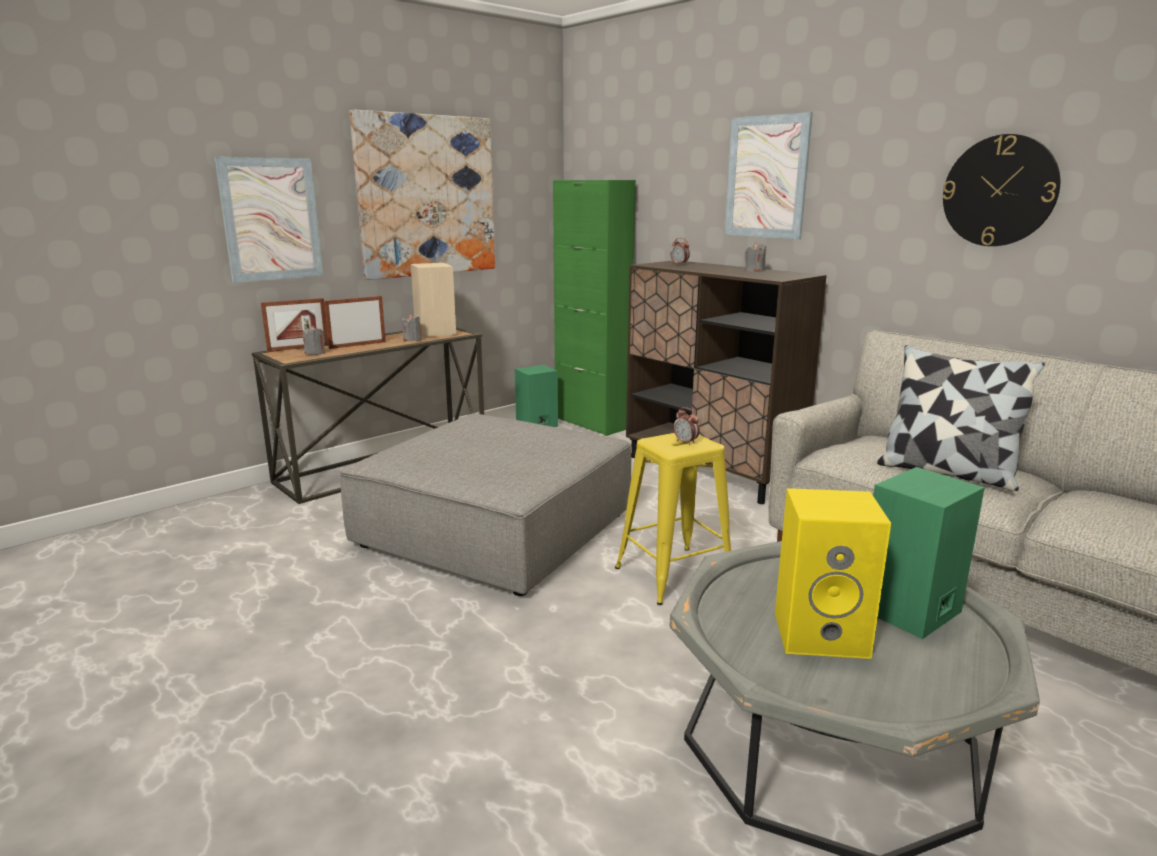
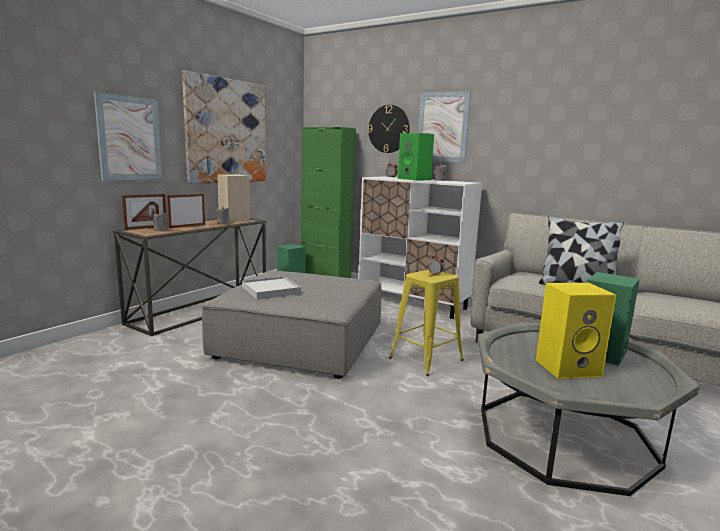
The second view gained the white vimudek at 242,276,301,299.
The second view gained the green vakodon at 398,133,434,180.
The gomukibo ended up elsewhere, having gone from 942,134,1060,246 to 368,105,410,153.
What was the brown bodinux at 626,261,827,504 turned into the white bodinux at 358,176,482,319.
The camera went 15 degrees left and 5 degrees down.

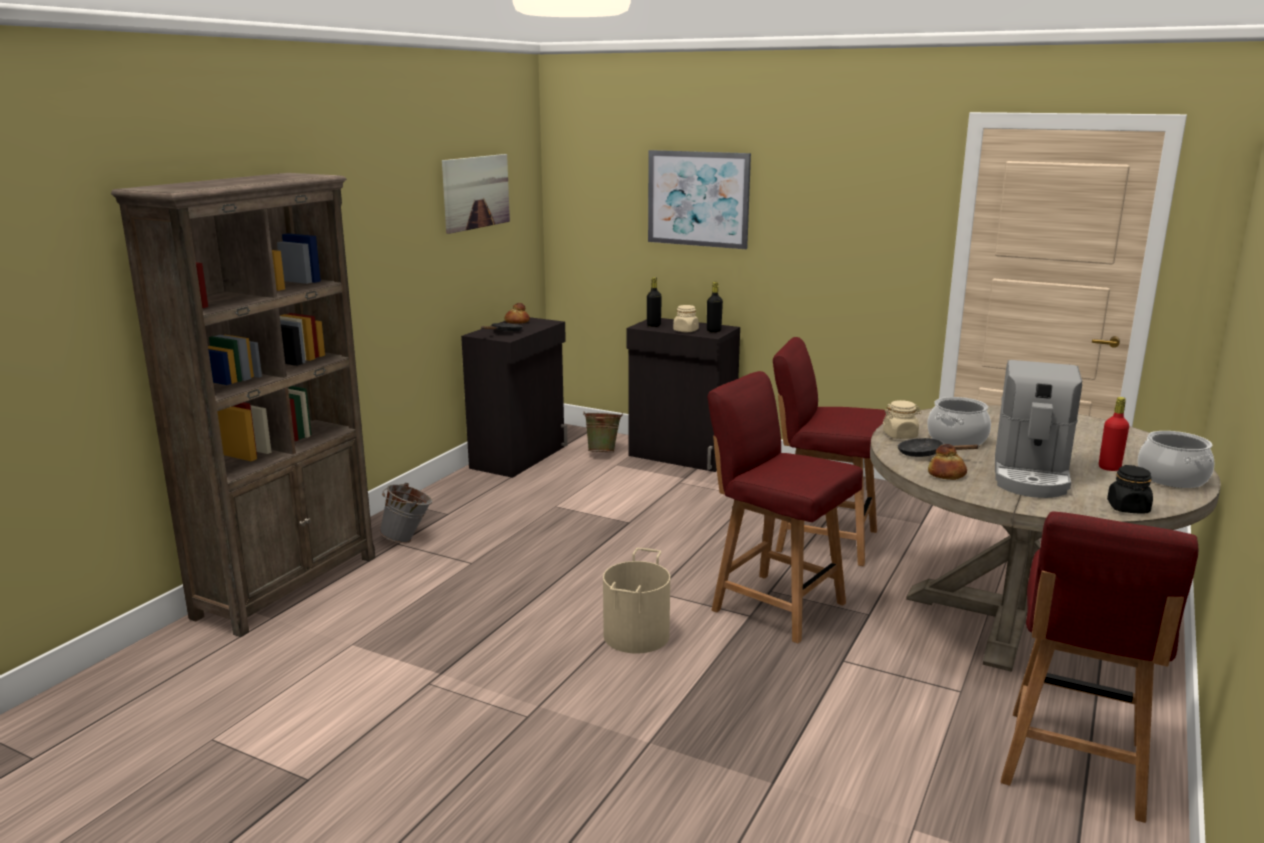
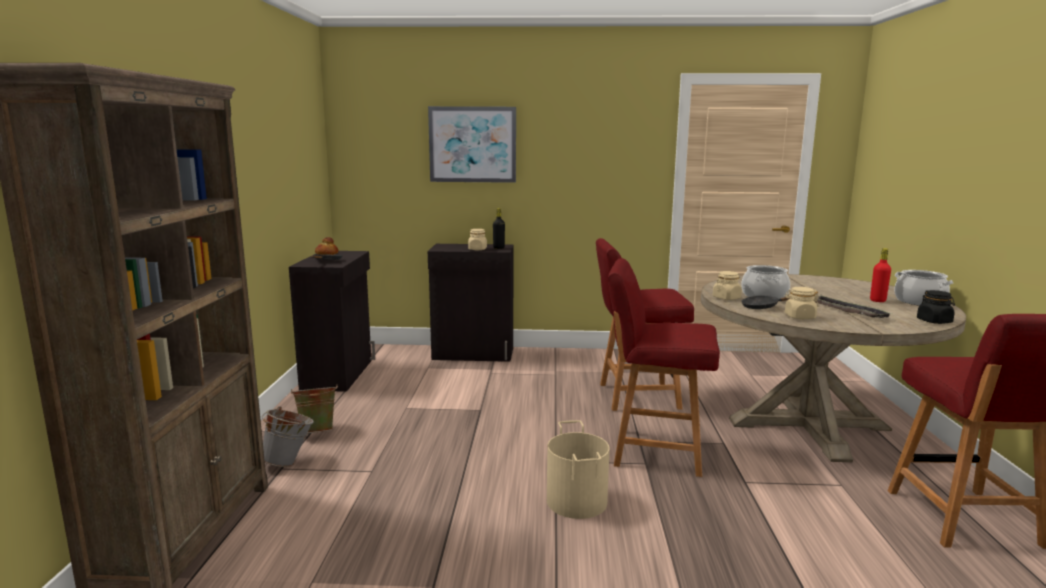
The second view lost the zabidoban at 442,154,510,234.
The second view lost the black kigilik at 647,277,662,327.
The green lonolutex ended up elsewhere, having gone from 583,412,623,452 to 291,386,338,433.
Where the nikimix stood at 928,444,967,480, the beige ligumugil came to stand at 785,287,819,319.
Where the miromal stood at 995,360,1082,498, the vimudek came to stand at 815,295,893,318.
The camera went 25 degrees left and 5 degrees down.

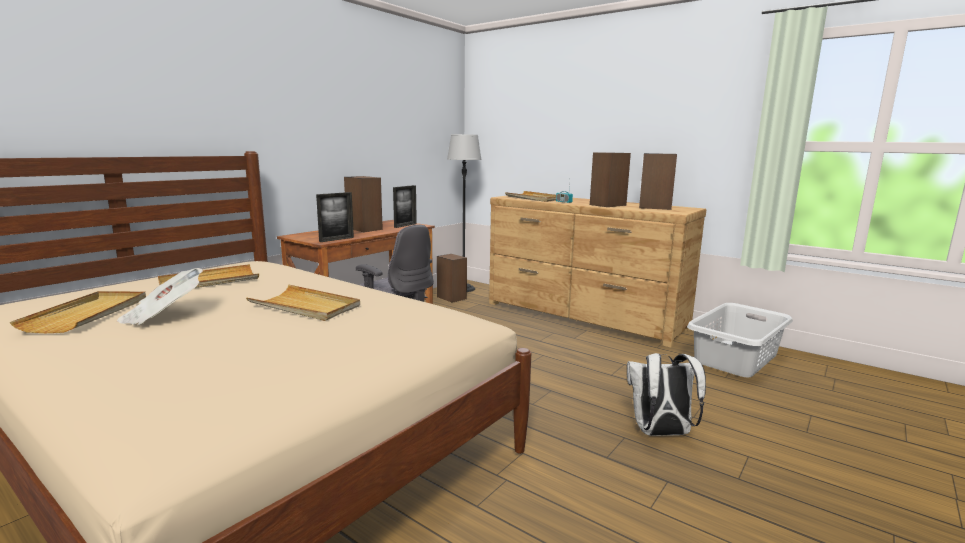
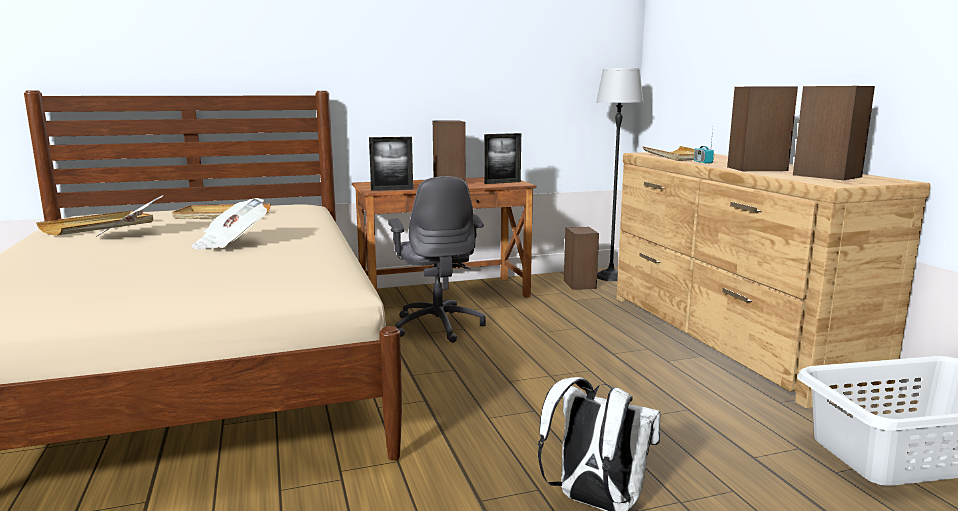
Where the beige vimudek stood at 246,284,360,321, the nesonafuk came to stand at 191,198,267,250.
The camera went 35 degrees right and 0 degrees up.

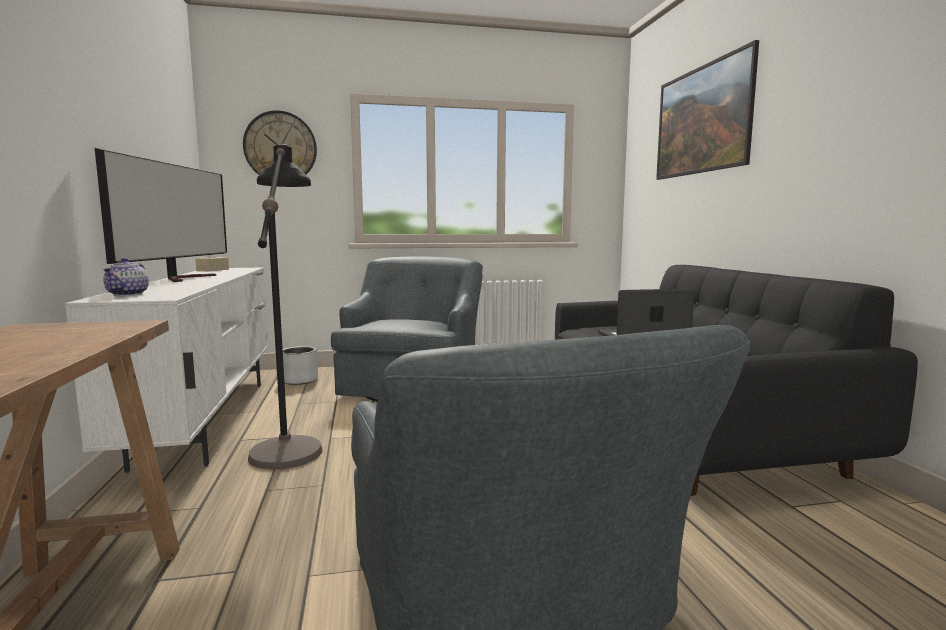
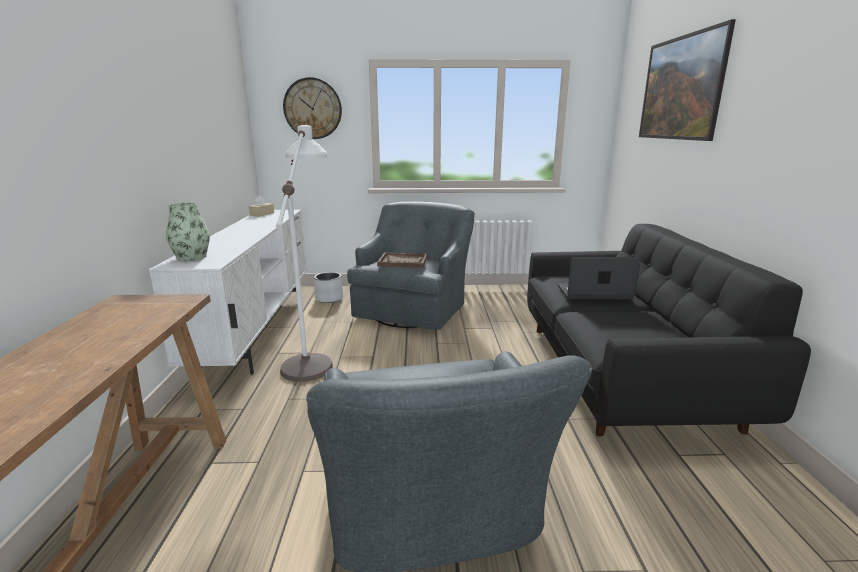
The second view lost the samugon at 95,148,227,282.
The second view gained the brown vimudek at 377,253,427,268.
Where the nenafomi stood at 103,258,149,296, the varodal came to stand at 166,203,210,261.
What was the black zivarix at 248,144,322,470 turned into the white zivarix at 276,125,333,382.
The camera went 10 degrees right and 10 degrees up.

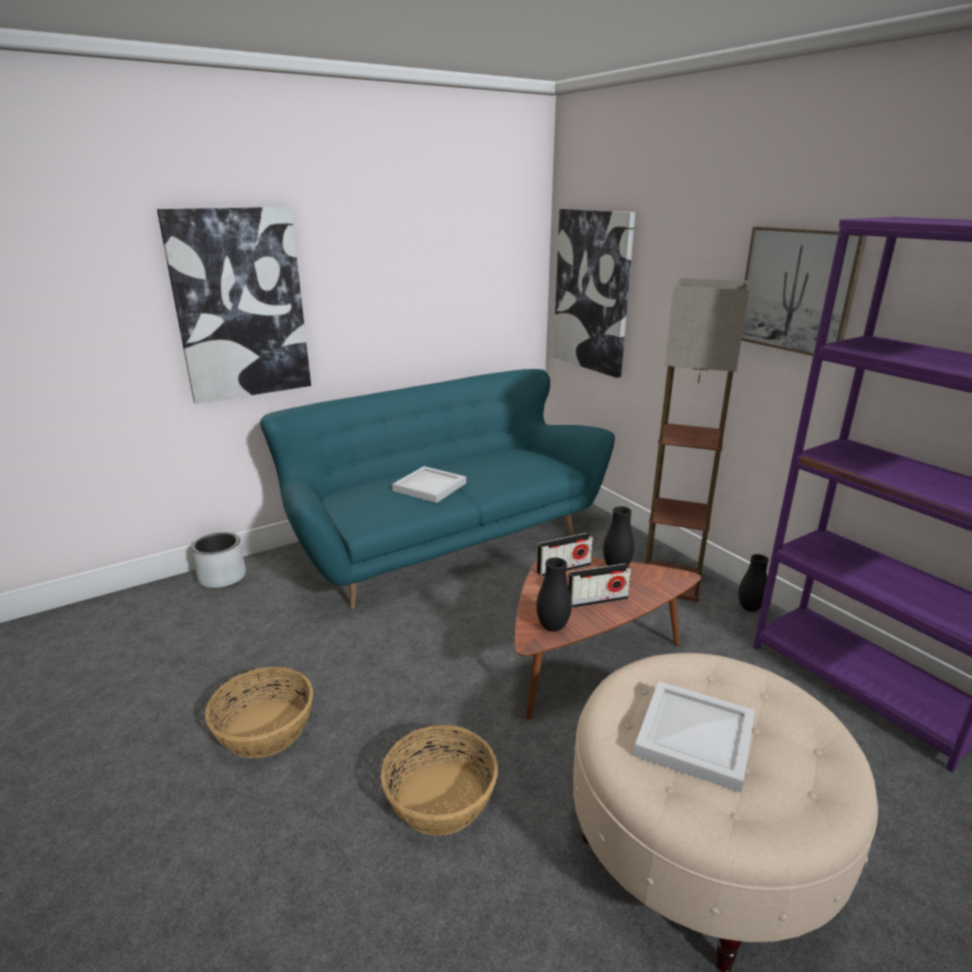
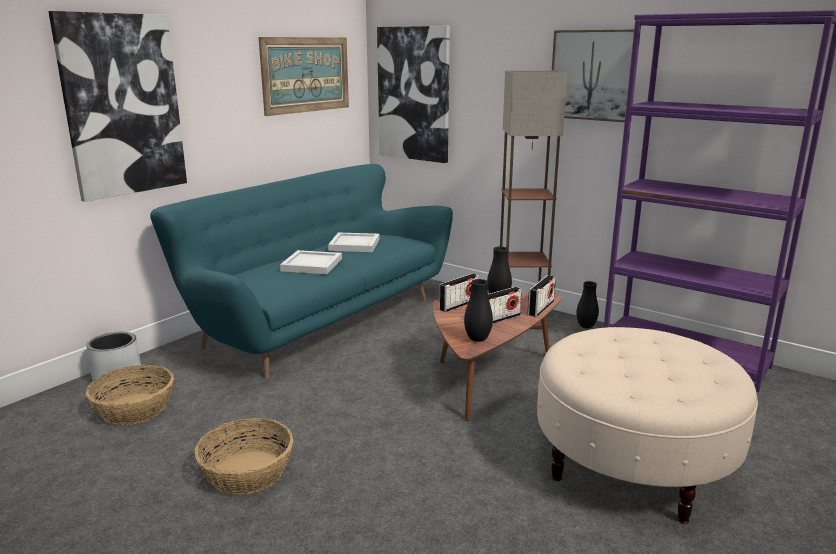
The second view gained the zabidoban at 259,37,349,116.
The second view gained the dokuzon at 528,275,556,317.
The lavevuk ended up elsewhere, having gone from 381,725,498,836 to 86,365,174,425.
The white vimudek ended up elsewhere, having gone from 634,681,755,793 to 328,233,380,252.
The camera went 20 degrees left and 5 degrees down.

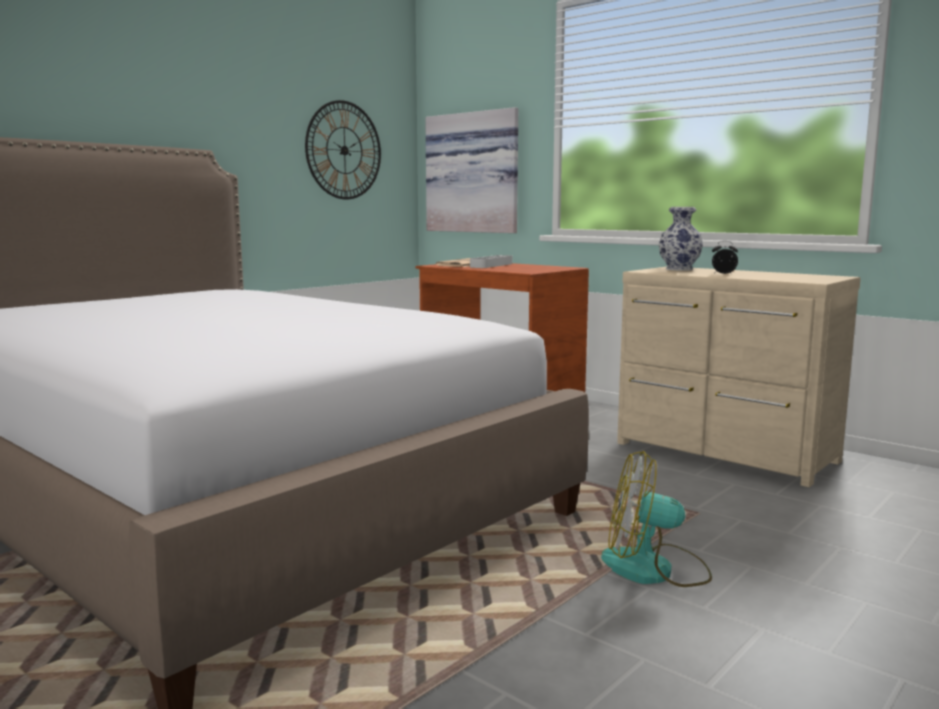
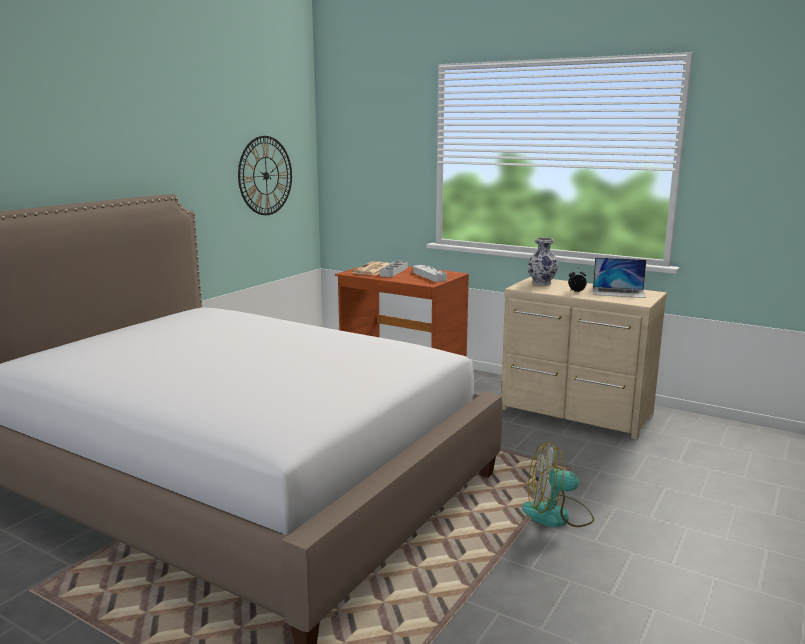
The second view lost the zabidoban at 425,107,518,233.
The second view gained the grey vimudek at 413,265,447,282.
The second view gained the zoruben at 593,257,646,298.
The camera went 10 degrees left and 5 degrees up.

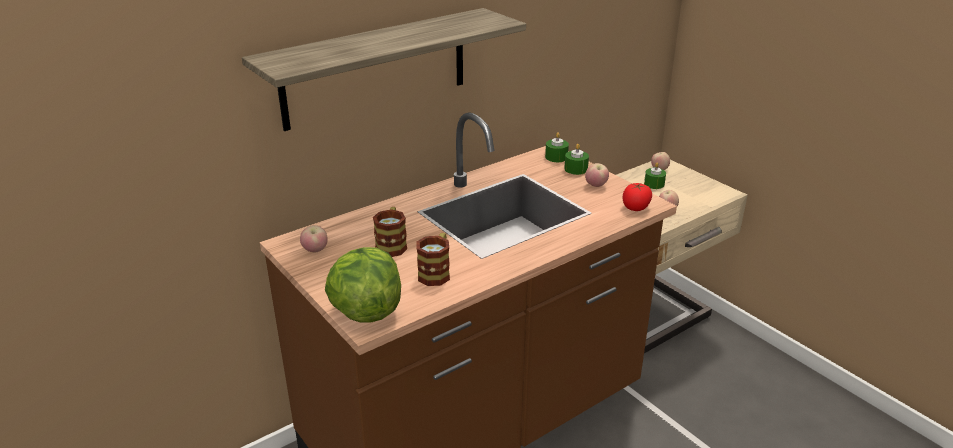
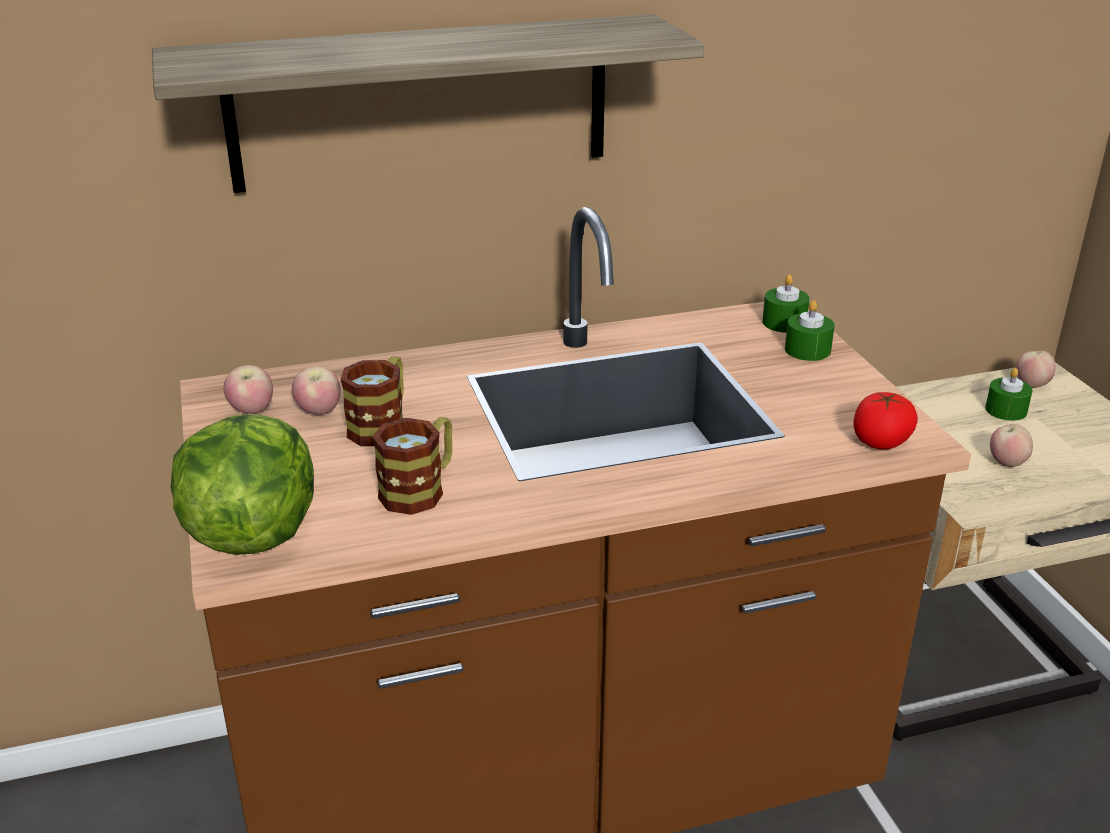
The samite ended up elsewhere, having gone from 585,163,609,187 to 292,366,341,415.
The camera went 20 degrees right and 0 degrees up.

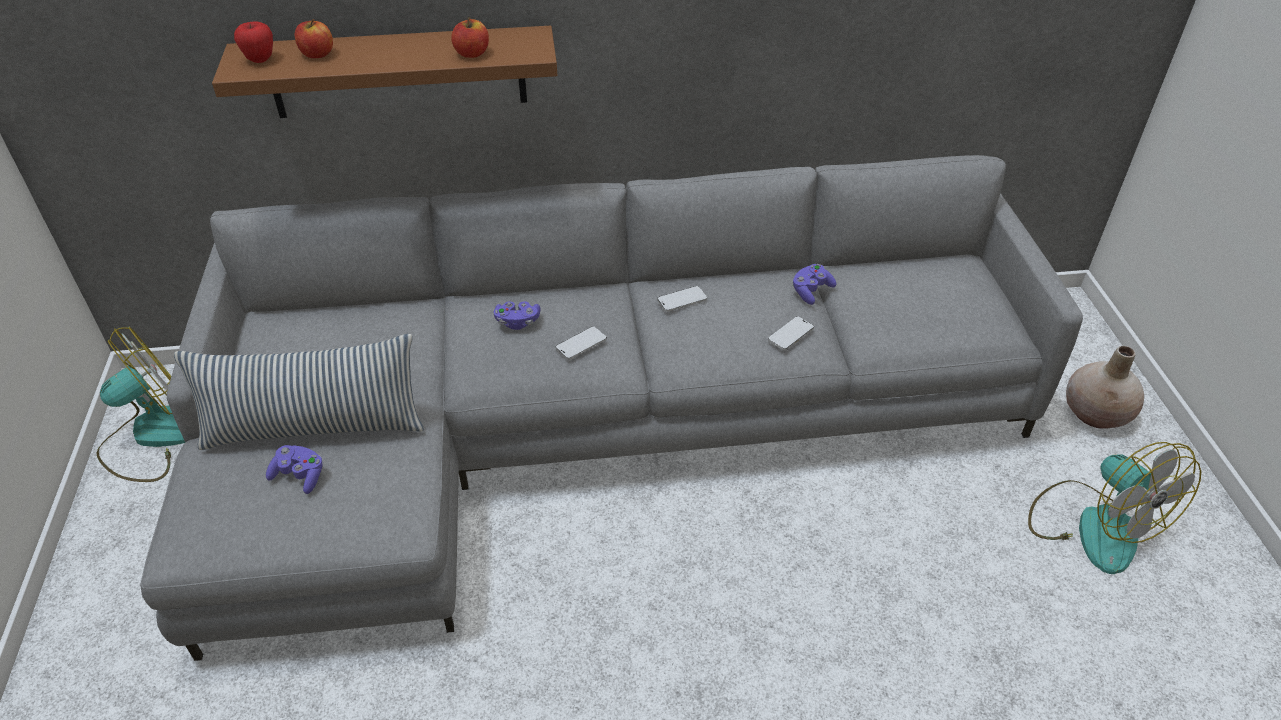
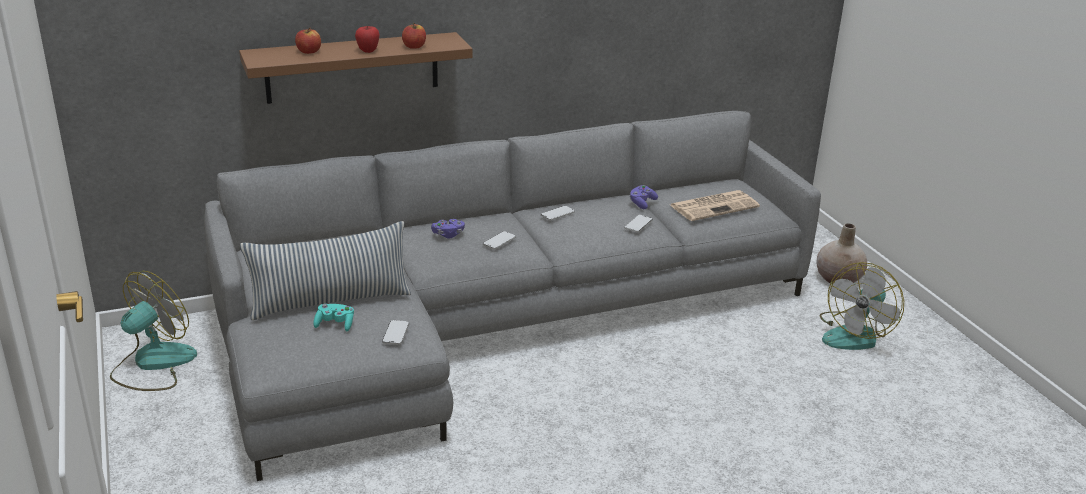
The second view gained the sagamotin at 382,320,409,345.
The second view gained the nesonafuk at 670,190,760,221.
The samite ended up elsewhere, having gone from 234,21,273,63 to 355,26,380,53.
What was the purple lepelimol at 266,445,322,494 turned into the turquoise lepelimol at 313,304,354,331.
The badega at 1028,442,1201,574 ended up facing another way, 75 degrees clockwise from before.
The camera went 15 degrees left and 15 degrees down.

